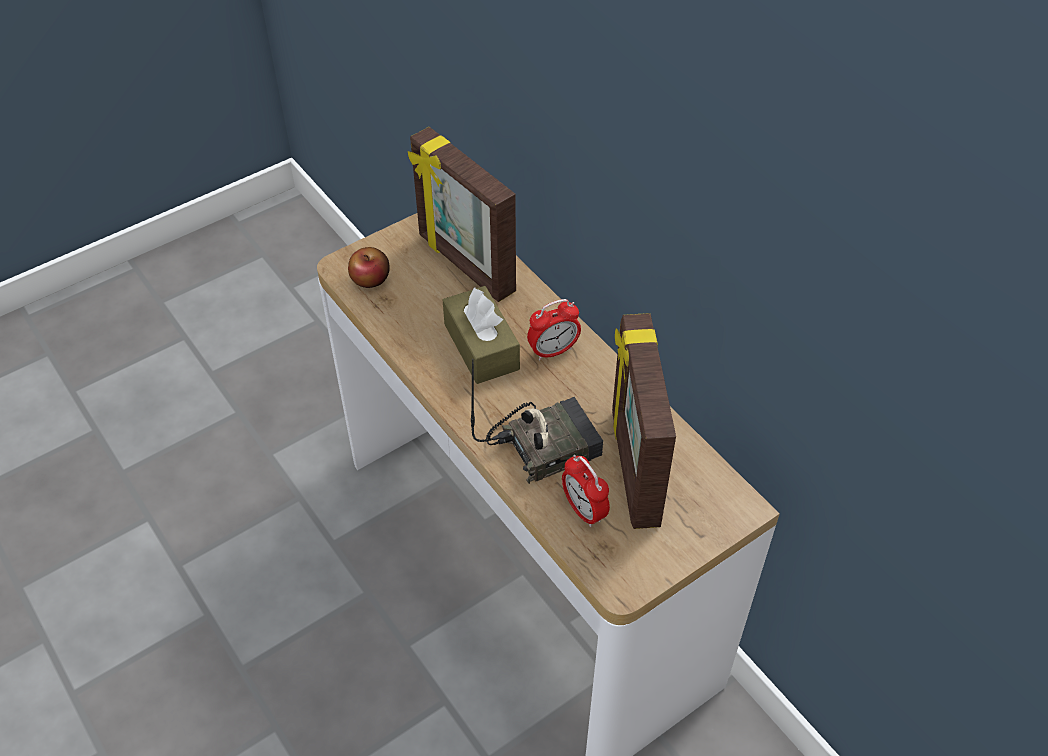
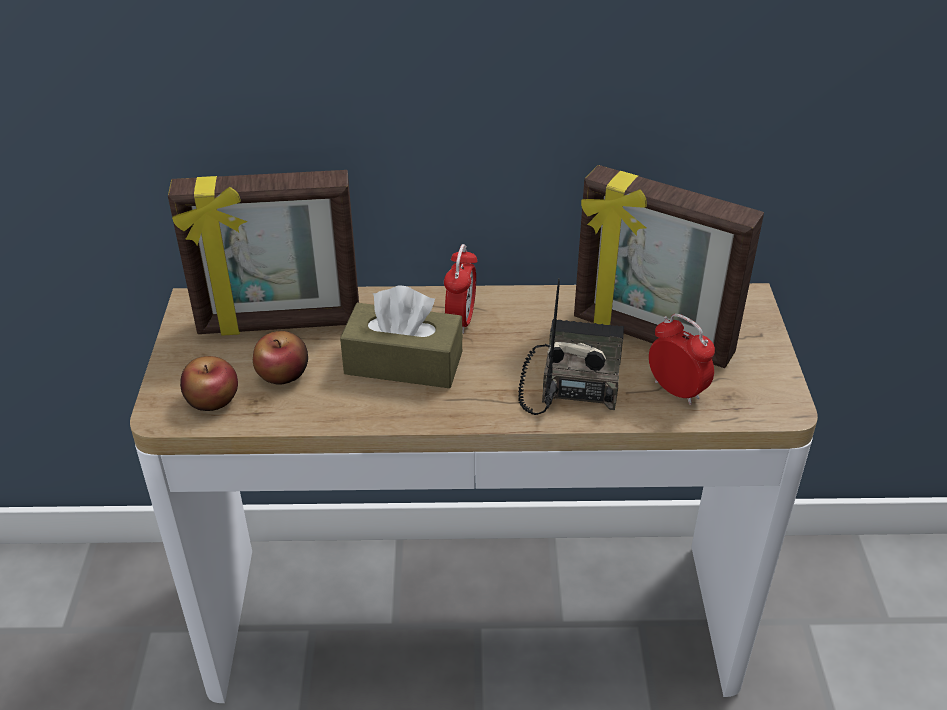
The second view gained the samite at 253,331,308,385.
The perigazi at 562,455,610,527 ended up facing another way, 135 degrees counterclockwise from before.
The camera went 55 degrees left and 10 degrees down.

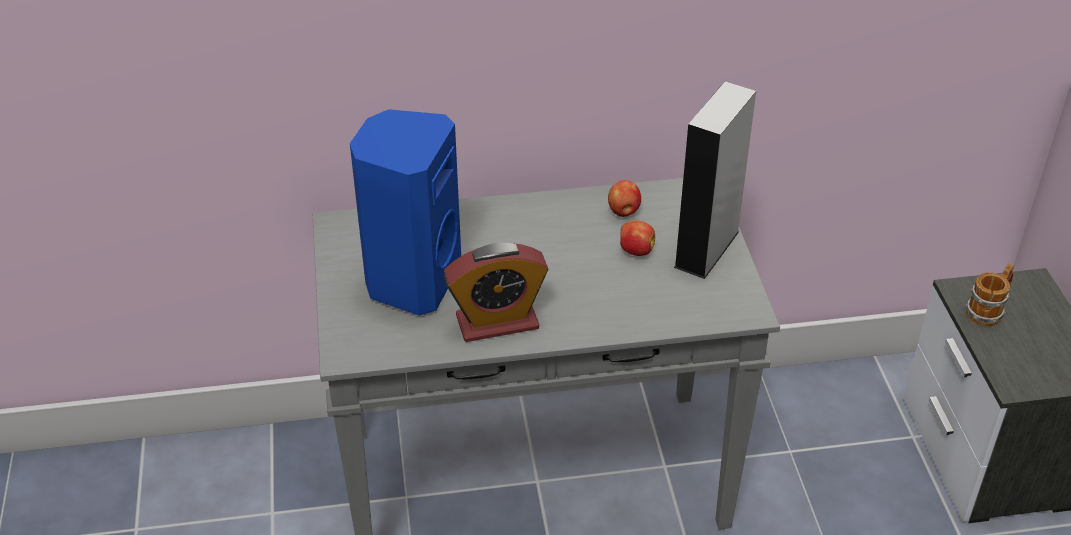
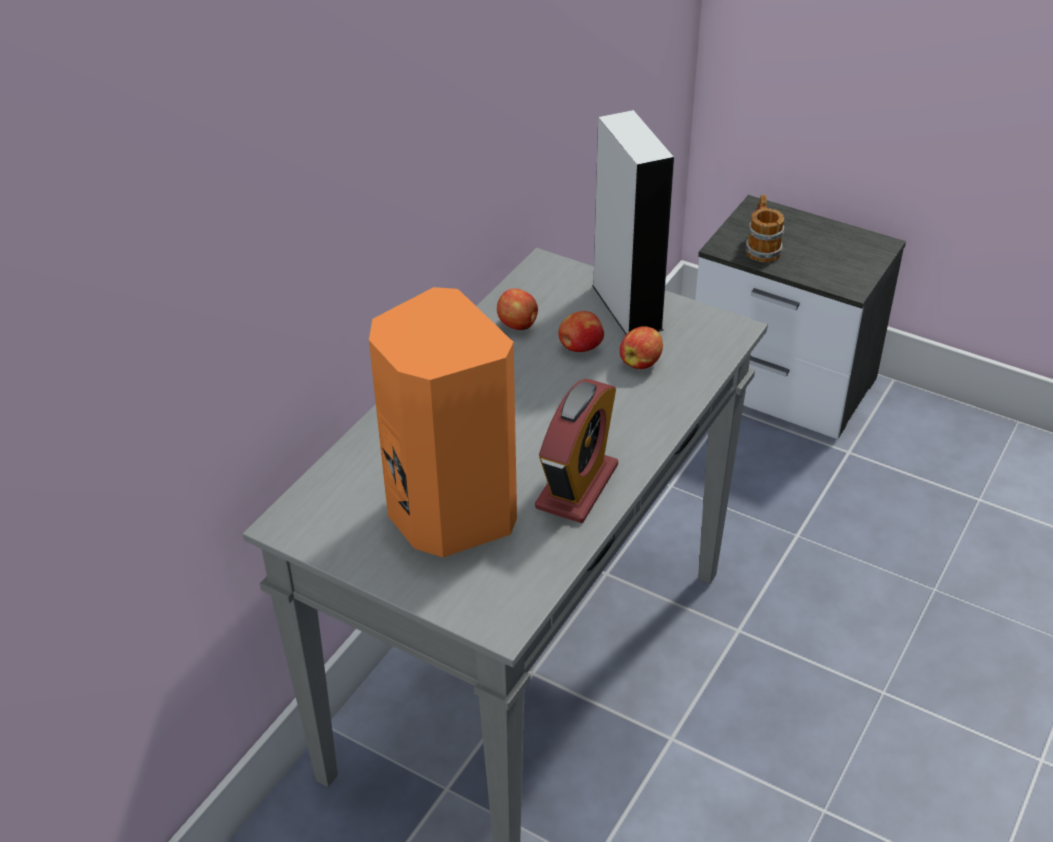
The second view gained the samite at 620,326,663,369.
What was the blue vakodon at 350,109,461,316 turned into the orange vakodon at 369,287,517,557.
The camera went 50 degrees left and 0 degrees up.

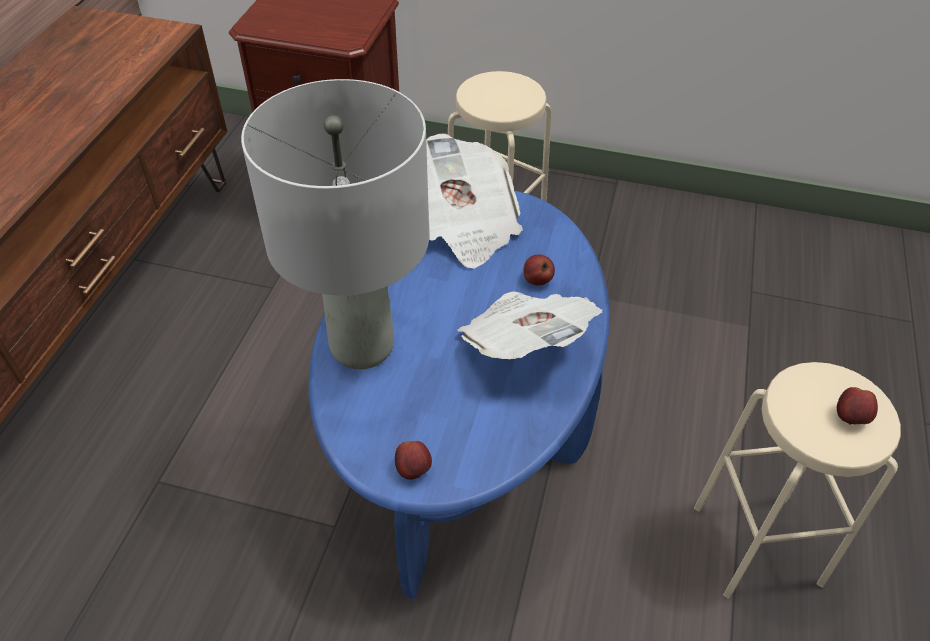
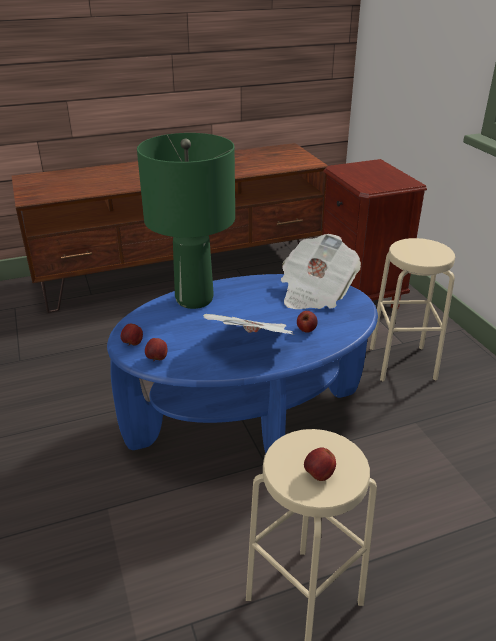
The second view gained the samite at 145,338,167,361.
What was the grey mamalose at 241,79,429,370 turned into the green mamalose at 137,133,235,309.
The camera went 55 degrees right and 15 degrees down.

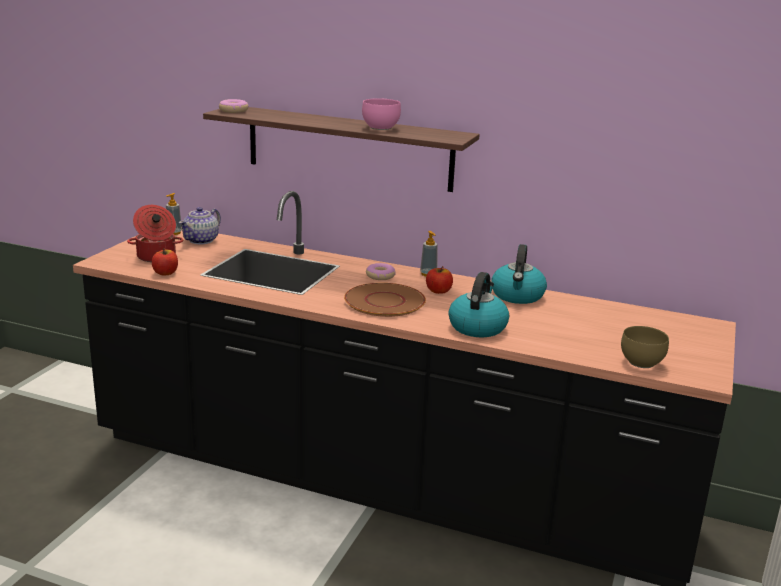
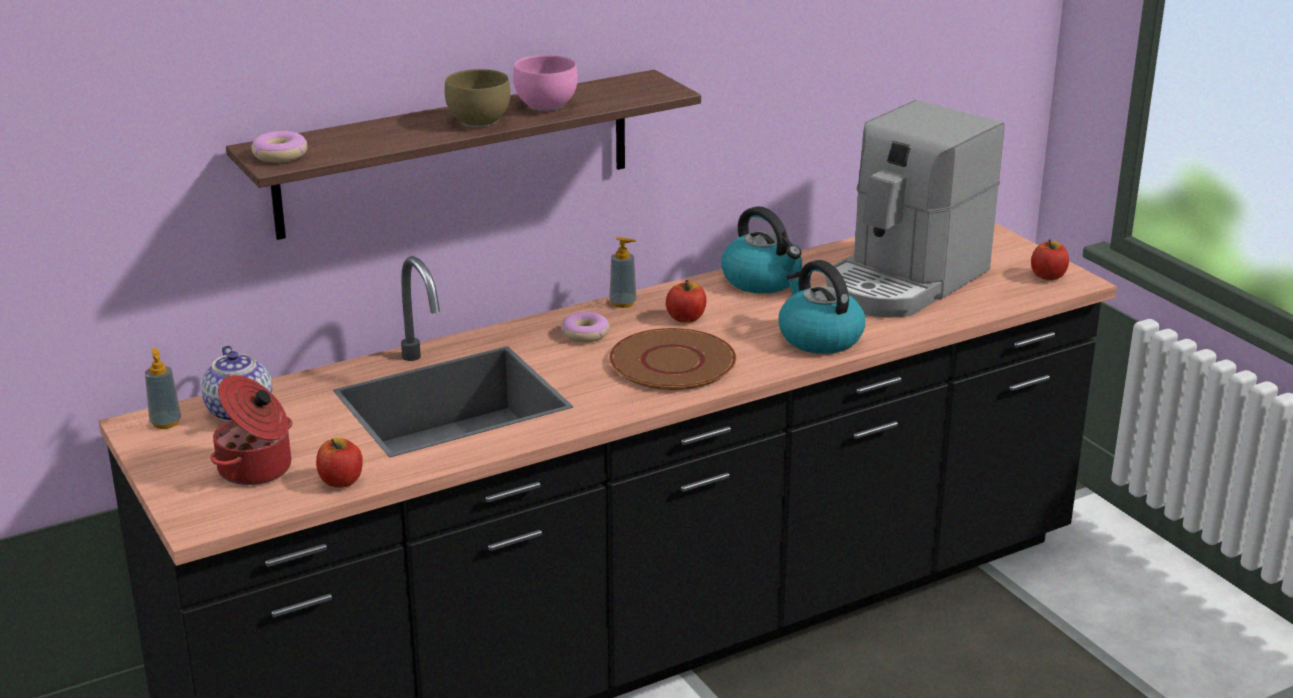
The second view gained the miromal at 826,100,1004,317.
The second view gained the samite at 1031,240,1069,280.
The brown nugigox ended up elsewhere, having gone from 621,326,669,368 to 445,69,511,127.
The camera went 50 degrees left and 5 degrees up.

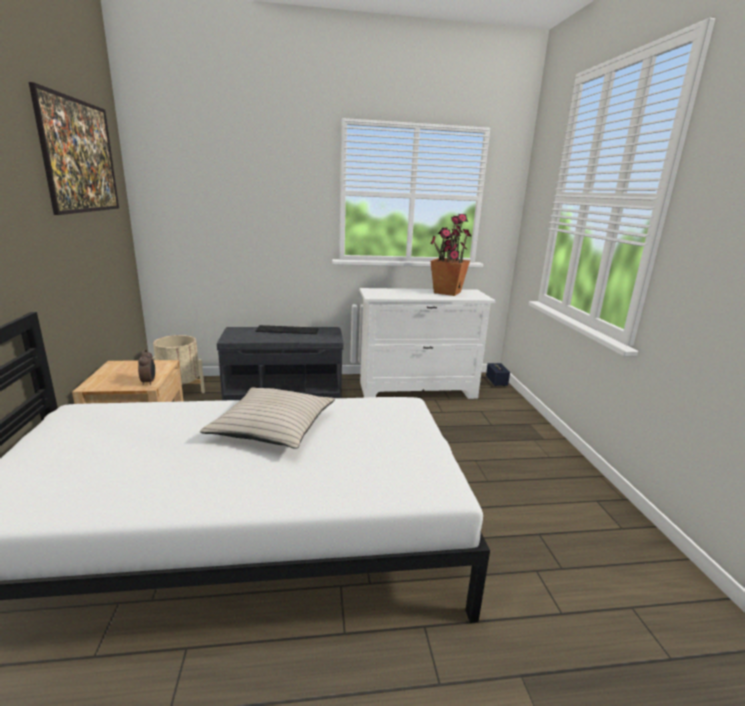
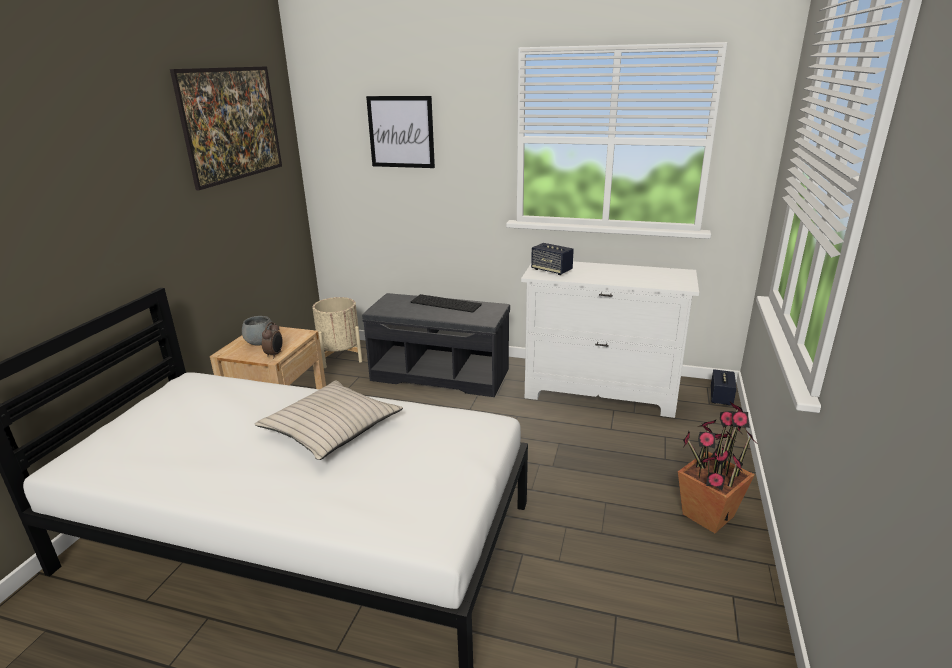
The second view gained the grey nugigox at 242,316,272,346.
The second view gained the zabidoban at 366,96,435,168.
The second view gained the vakodon at 531,243,574,275.
The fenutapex ended up elsewhere, having gone from 431,214,472,296 to 678,402,755,533.
The camera went 25 degrees right and 5 degrees up.

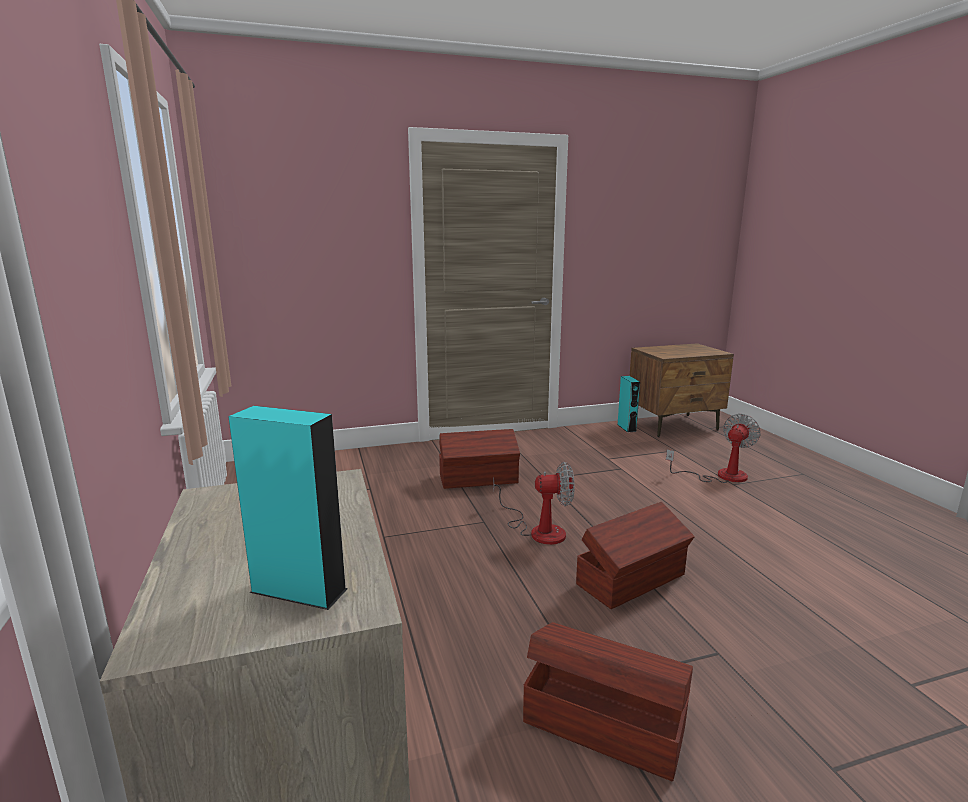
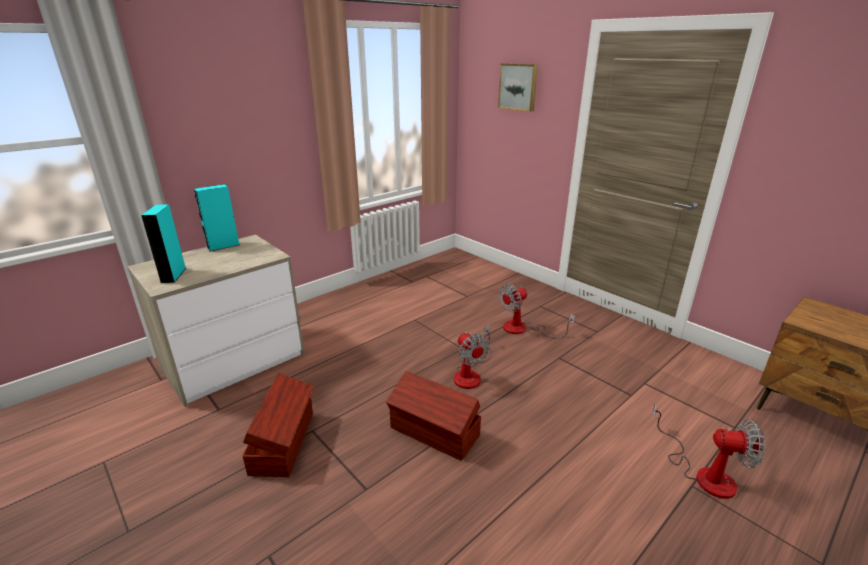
The second view gained the zabidoban at 498,63,538,112.
The turquoise vakodon ended up elsewhere, having gone from 617,376,640,433 to 194,184,240,252.
Where the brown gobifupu stood at 439,429,520,489, the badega came to stand at 499,284,575,339.
The camera went 65 degrees right and 10 degrees up.

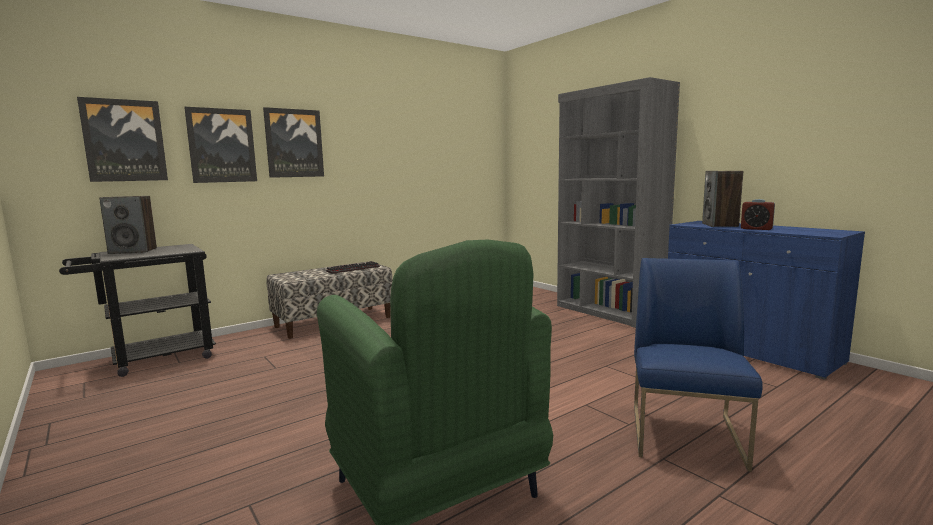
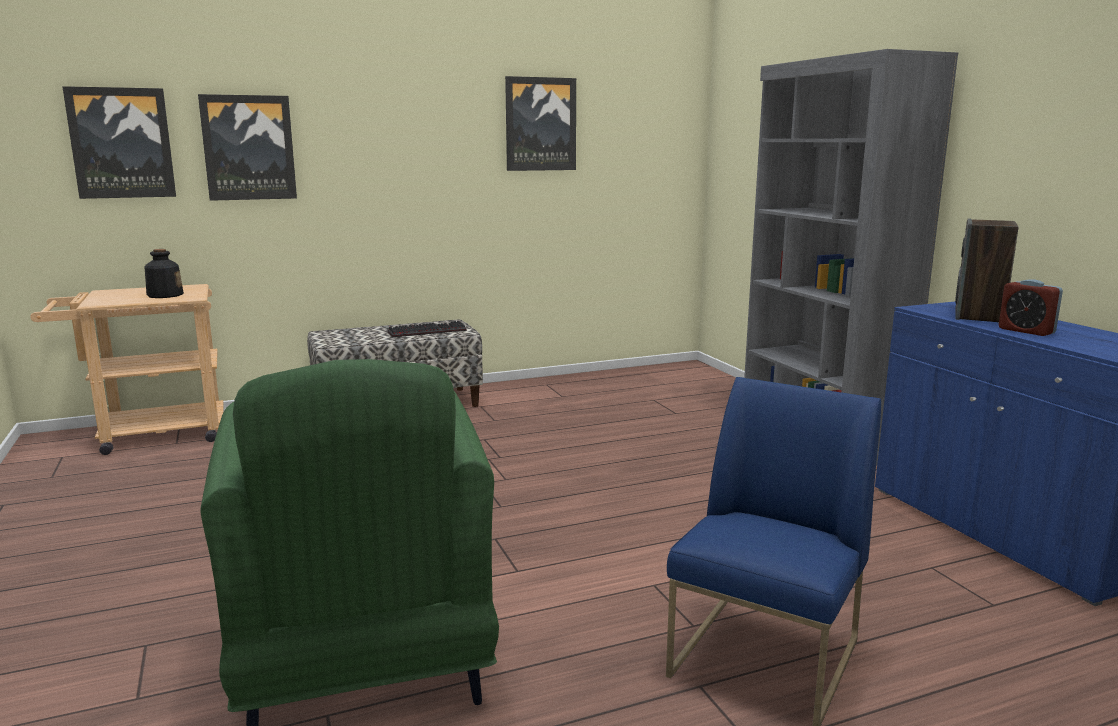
The second view lost the vakodon at 99,196,157,254.
The second view gained the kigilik at 145,249,184,298.
The zabidoban ended up elsewhere, having gone from 263,107,324,178 to 505,76,576,171.
What was the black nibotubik at 59,244,216,377 turned into the beige nibotubik at 30,284,223,455.
The camera went 15 degrees right and 5 degrees up.

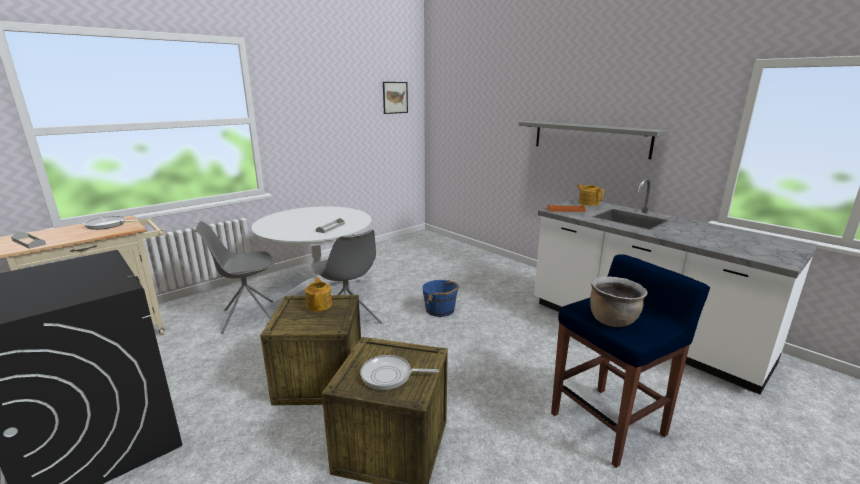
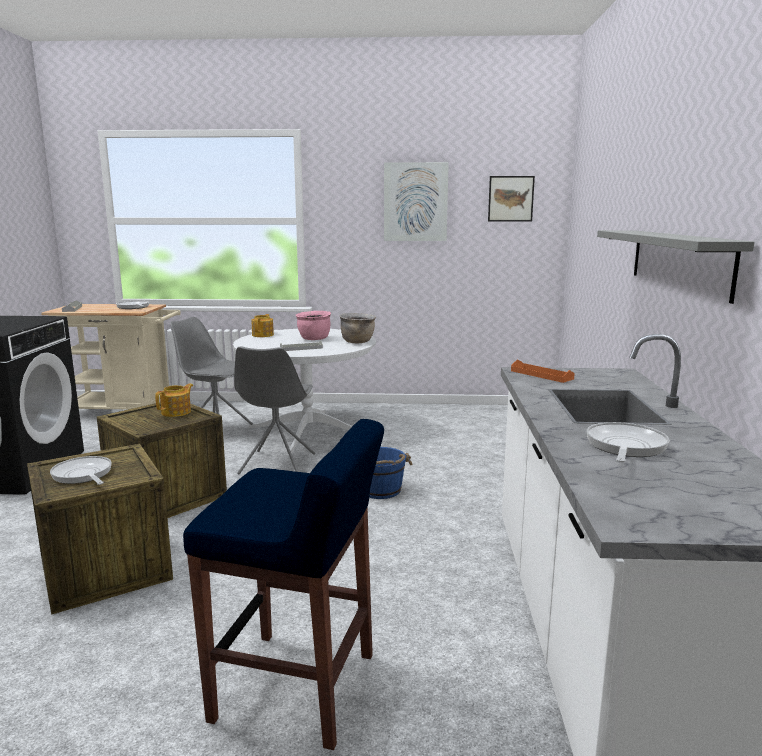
The second view gained the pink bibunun at 296,311,331,340.
The second view gained the zabidoban at 384,162,449,241.
The second view gained the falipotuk at 586,422,669,462.
The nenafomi ended up elsewhere, having gone from 577,184,604,206 to 251,314,274,337.
The brown bibunun ended up elsewhere, having gone from 590,277,647,327 to 340,313,376,343.
The camera went 45 degrees right and 5 degrees down.

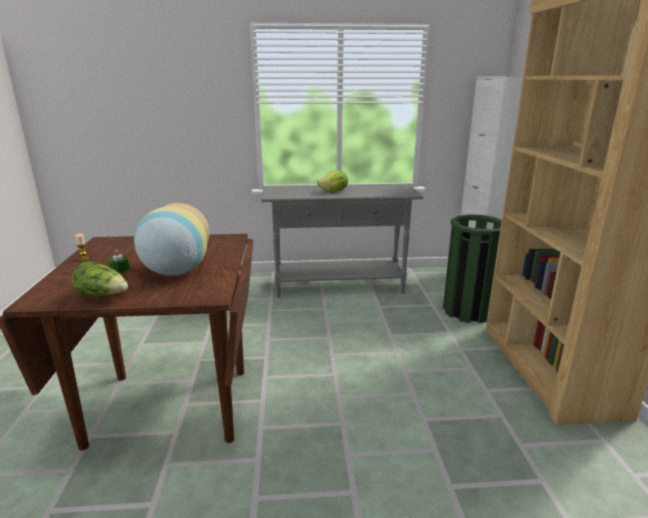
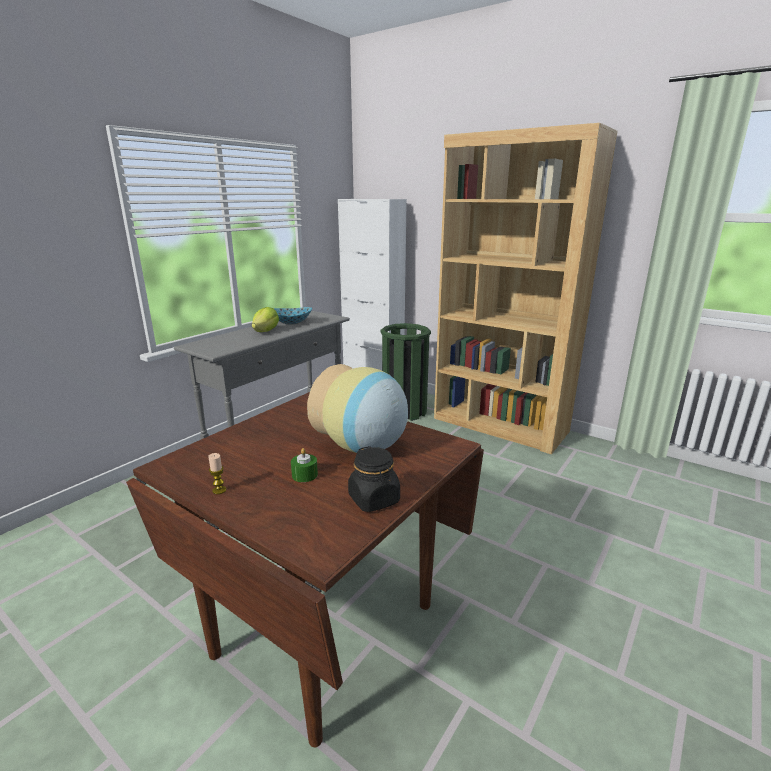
The second view gained the nugigox at 273,307,312,324.
Where the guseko stood at 72,261,128,296, the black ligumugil came to stand at 348,446,400,512.
The camera went 50 degrees left and 0 degrees up.

